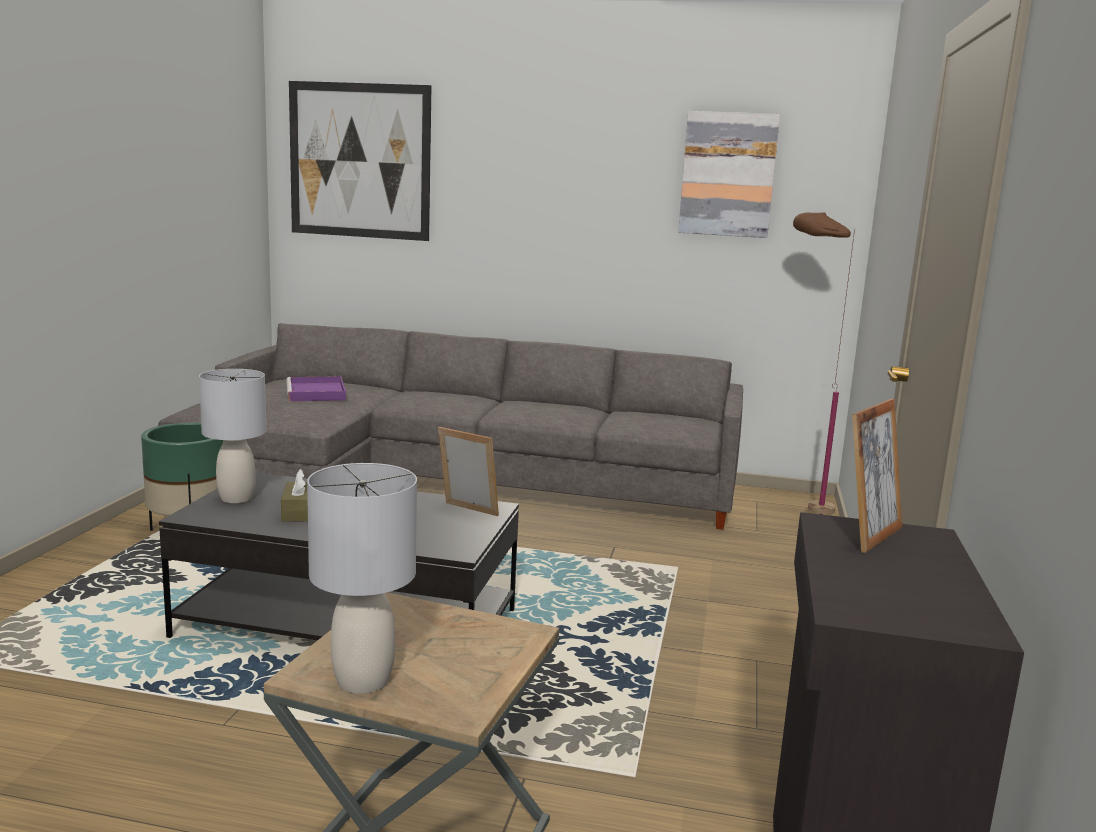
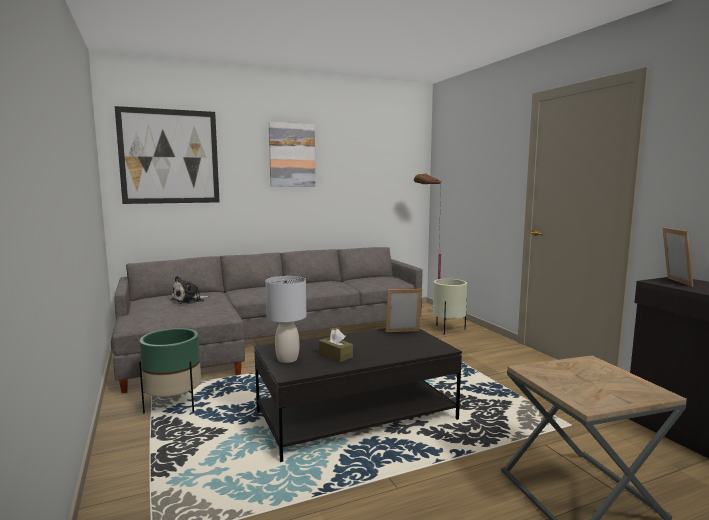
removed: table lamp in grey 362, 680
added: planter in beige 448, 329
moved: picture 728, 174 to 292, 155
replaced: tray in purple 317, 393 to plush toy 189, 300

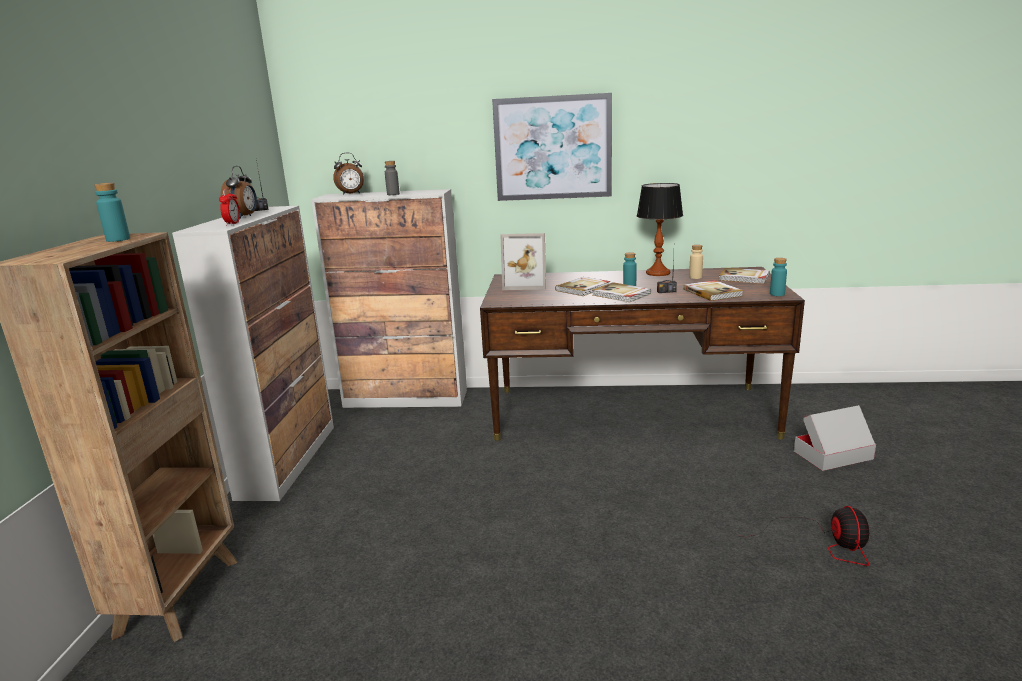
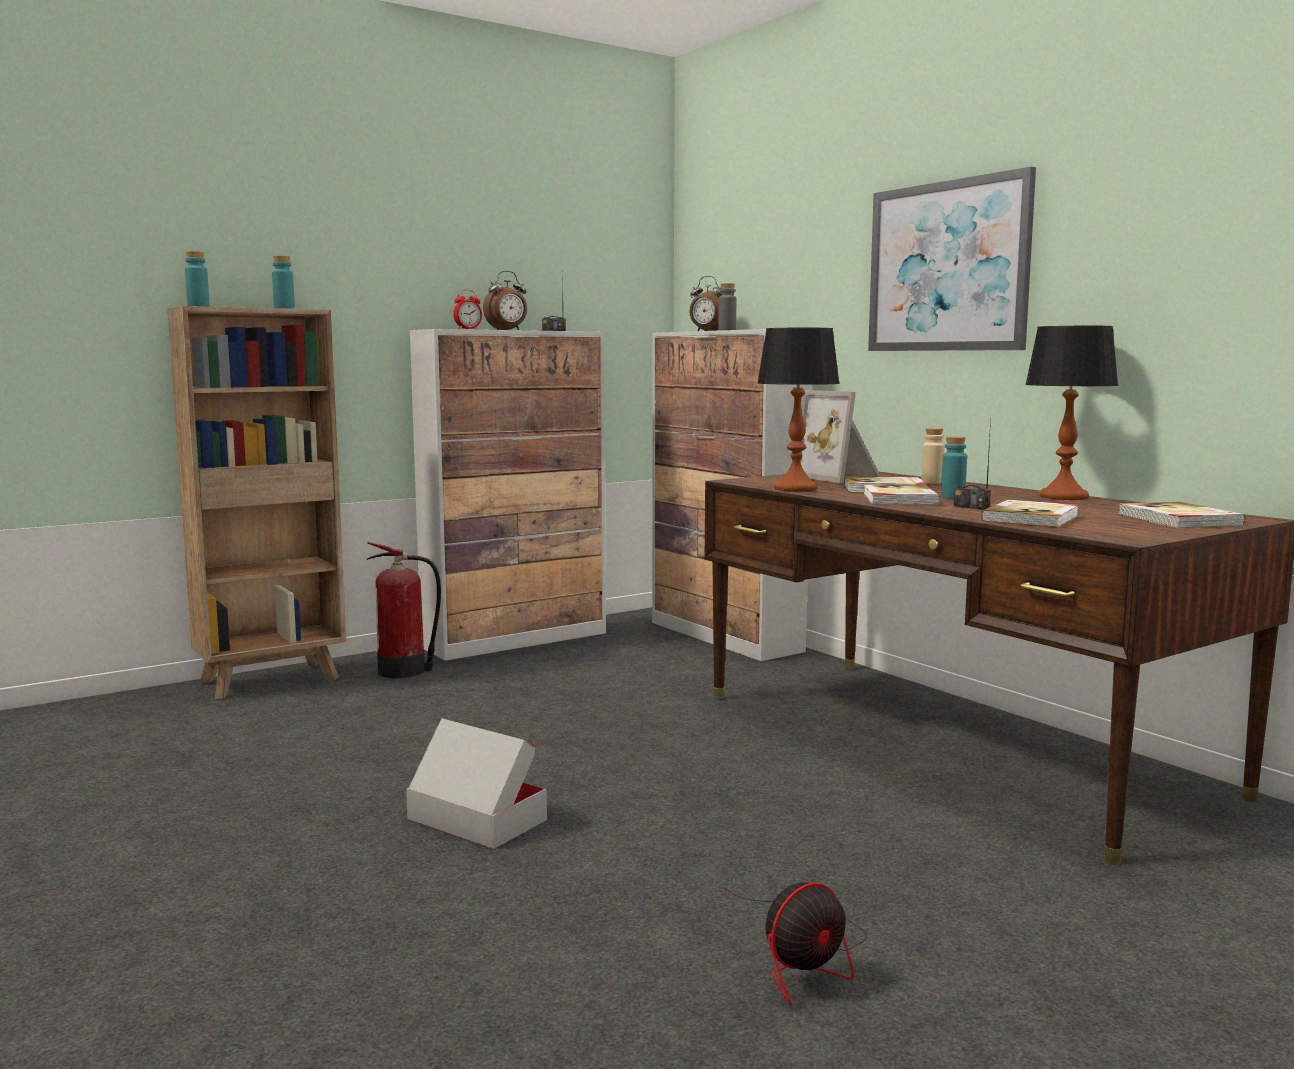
added: fire extinguisher 405, 671; table lamp 796, 489
moved: bottle in turquoise 777, 294 to 198, 306; cardboard box 833, 455 to 476, 819; bottle in beige 695, 277 to 932, 482

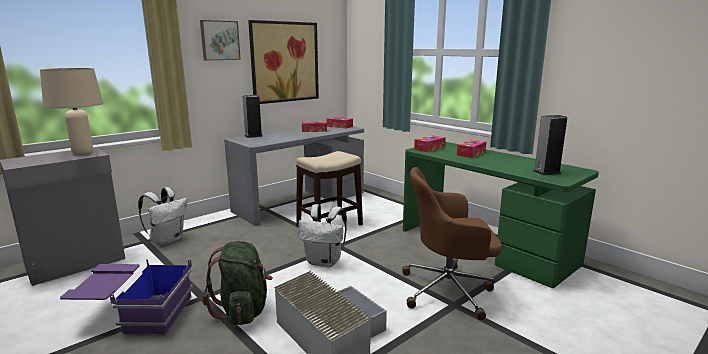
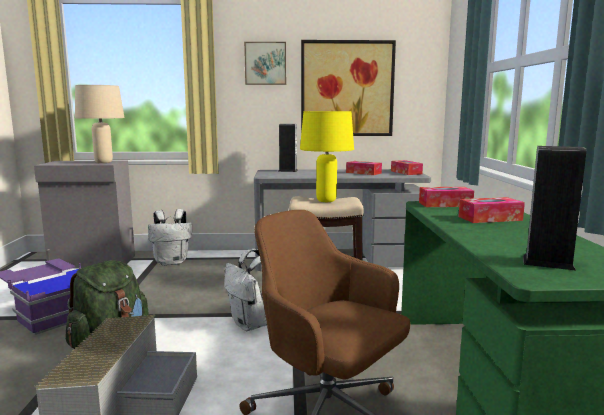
added: table lamp in yellow 325, 201

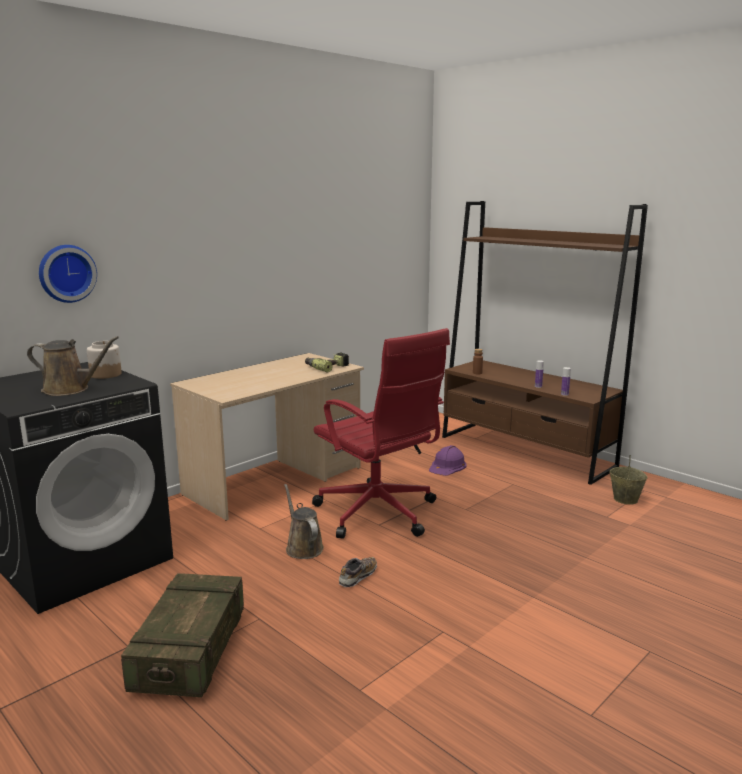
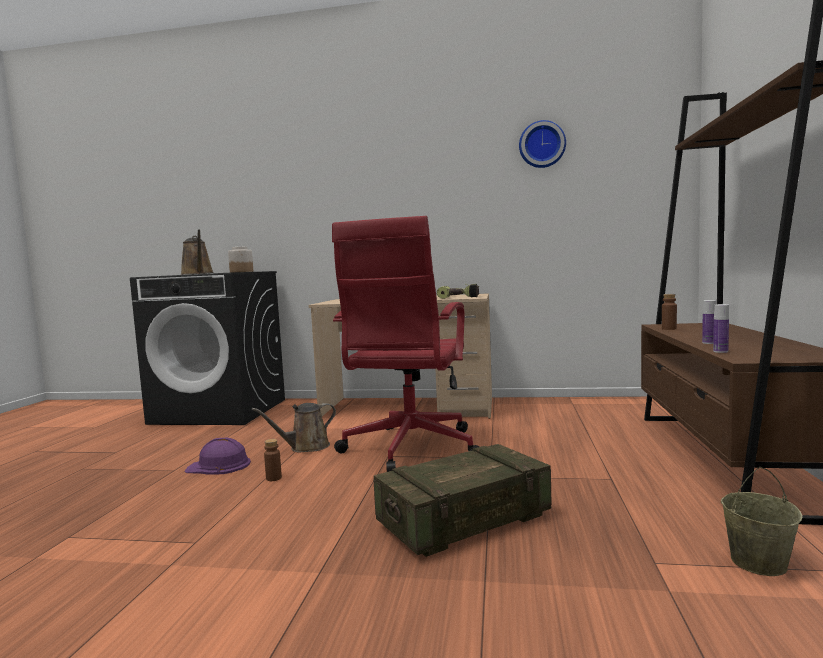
moved: hard hat in purple 447, 466 to 219, 466; crate 190, 652 to 464, 521; wall clock 66, 273 to 542, 145
replaced: shoe 357, 577 to bottle in brown 273, 478
turned: watering can in brown 303, 547 = 306, 447 150 degrees counterclockwise

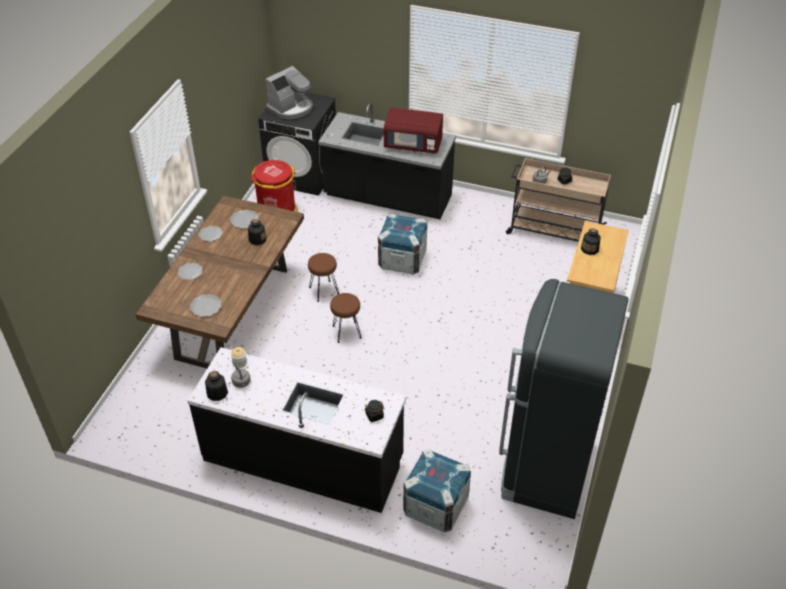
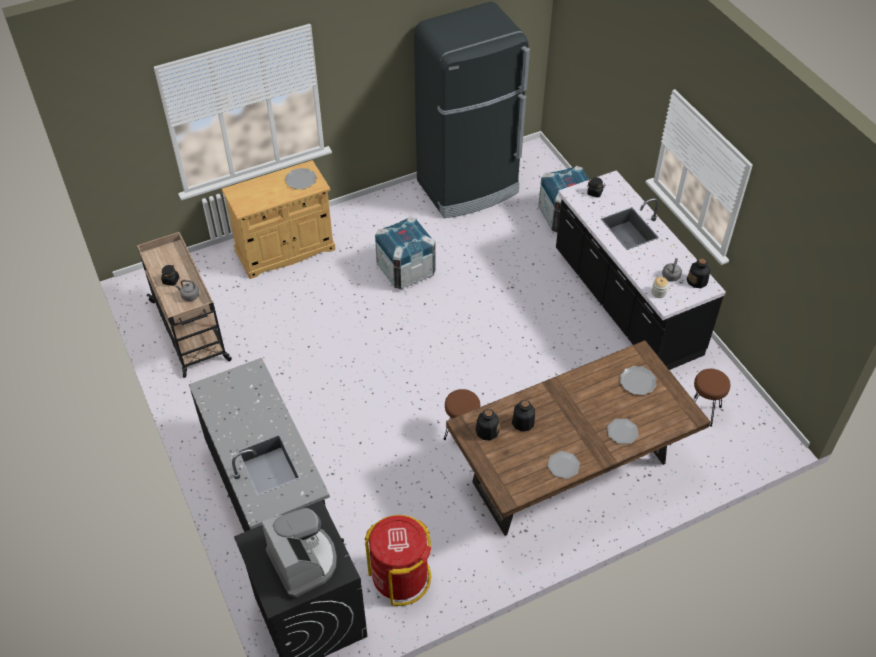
removed: microwave in red 413, 144
moved: plate 244, 220 to 301, 180; crate 402, 260 to 406, 270; bottle 590, 249 to 487, 431; stool in brown 346, 332 to 703, 411
turned: coffee machine 291, 108 = 303, 561 60 degrees clockwise

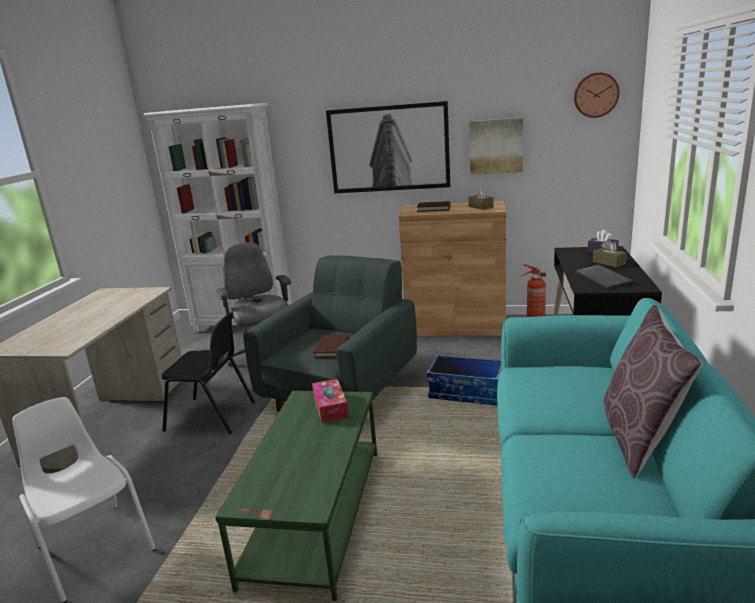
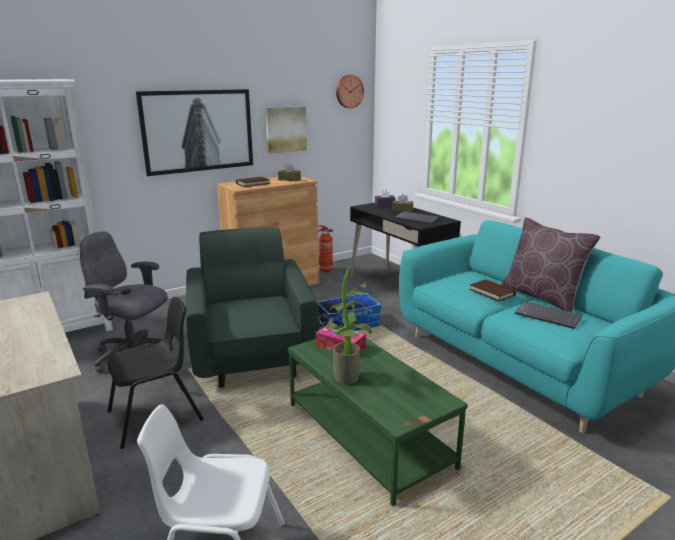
added: potted plant 349, 379; keyboard 548, 316
moved: book in brown 332, 349 to 492, 292

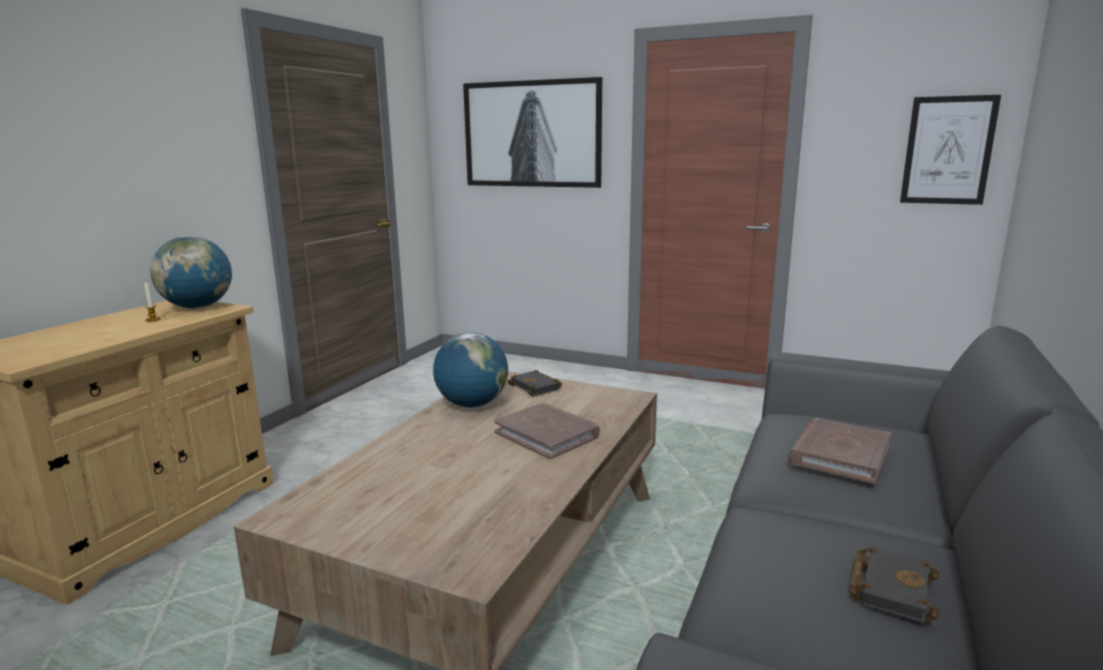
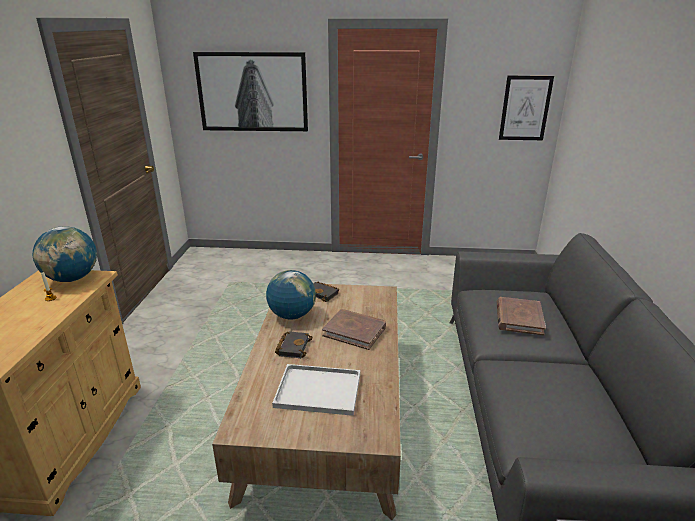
added: tray in white 320, 390
moved: book in black 889, 587 to 293, 346

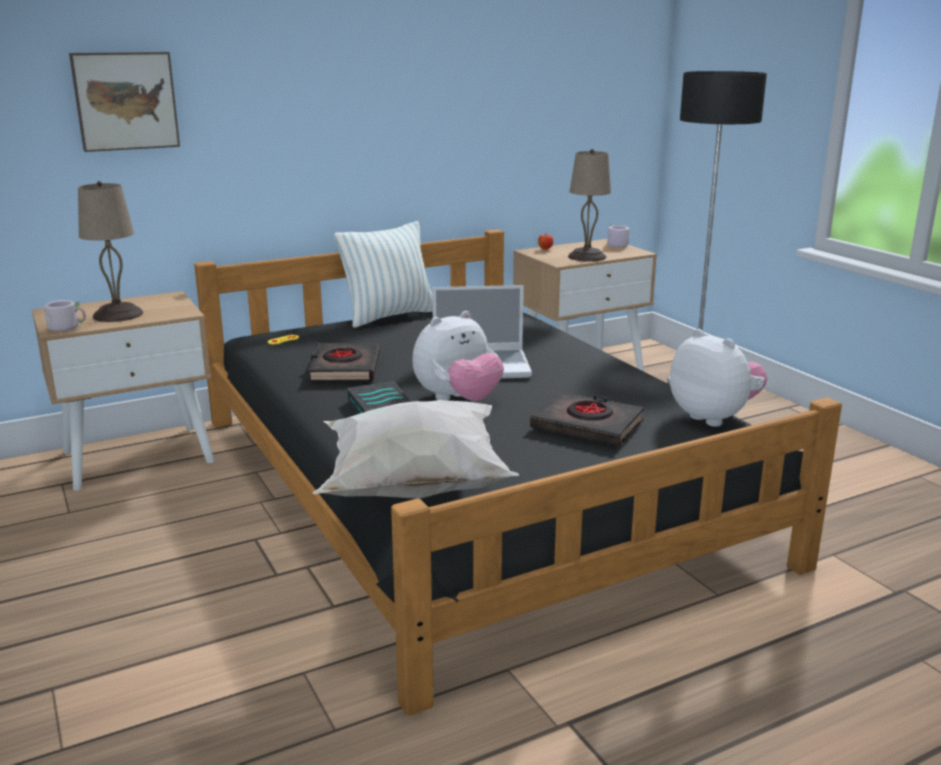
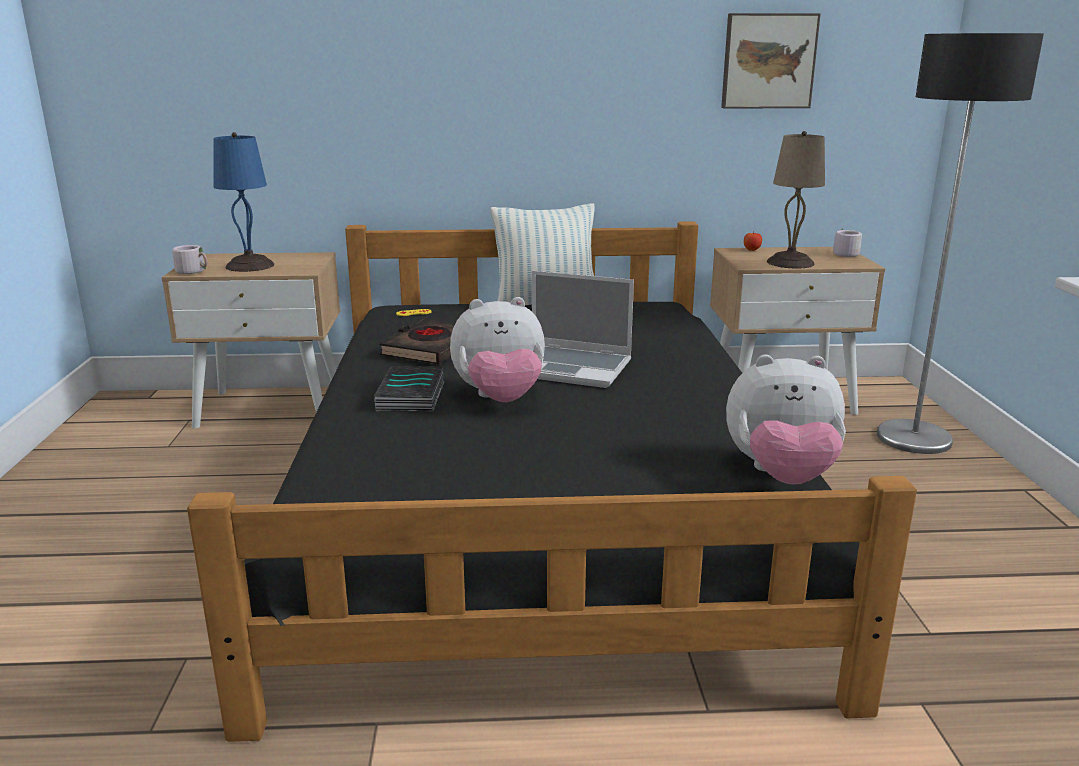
removed: pillow in white 413, 487; book in black 587, 426
moved: picture 125, 101 to 768, 61
recoloured: table lamp in beige 117, 314 to table lamp in blue 250, 265
turned: plush toy 714, 417 = 781, 475 105 degrees clockwise

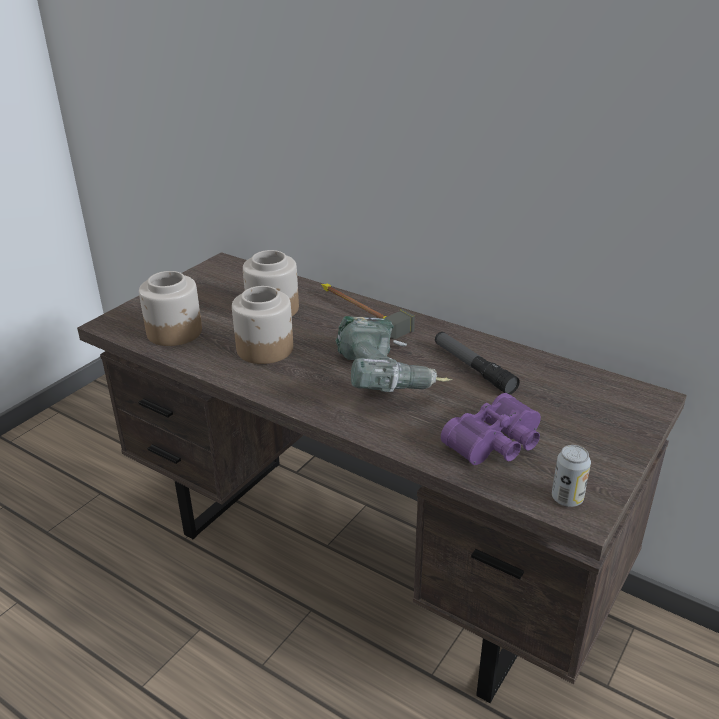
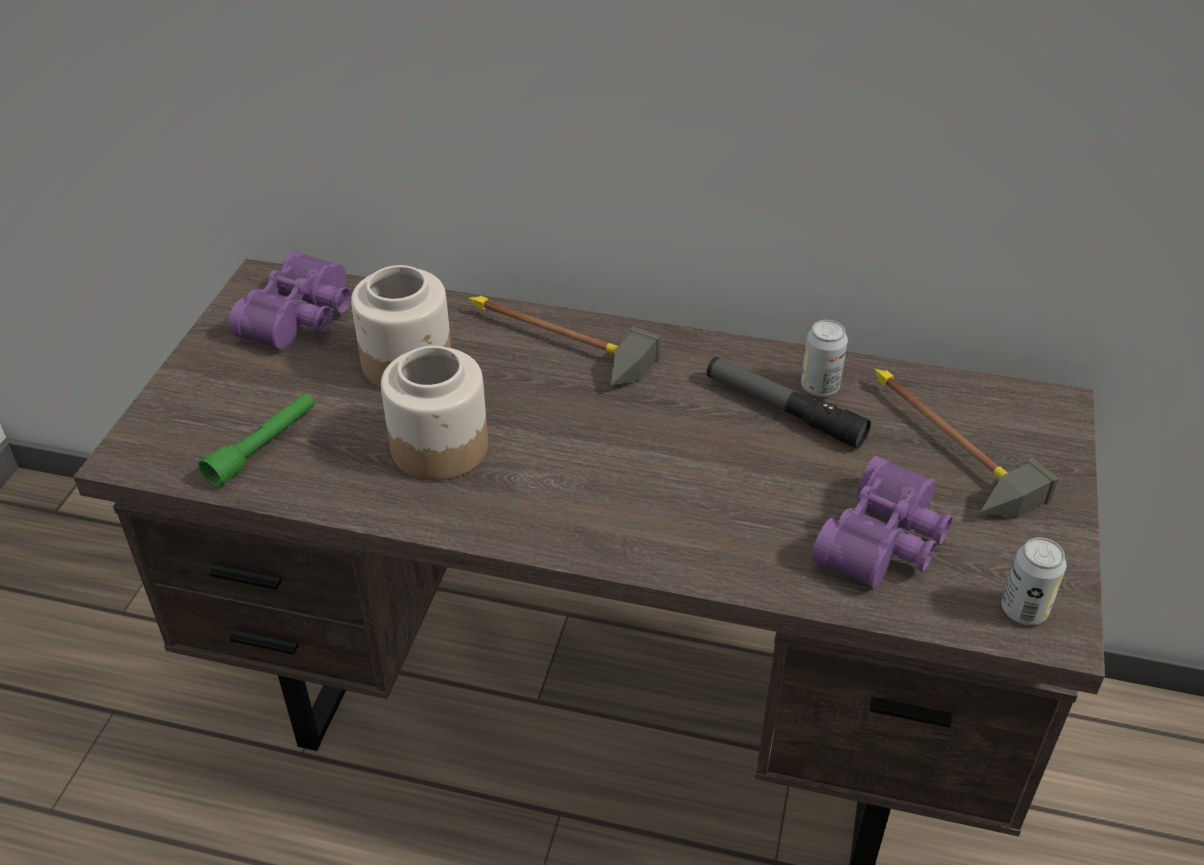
removed: power drill 386, 379
added: binoculars in purple 303, 318; can 819, 387; hammer 937, 447
replaced: jar 175, 332 to flashlight in green 263, 447

